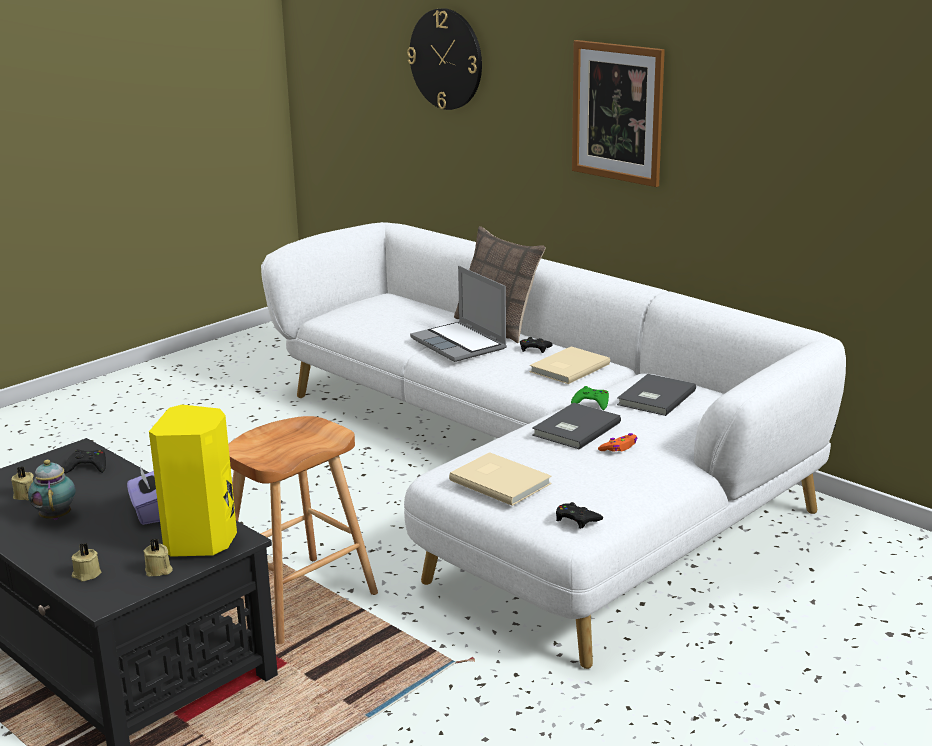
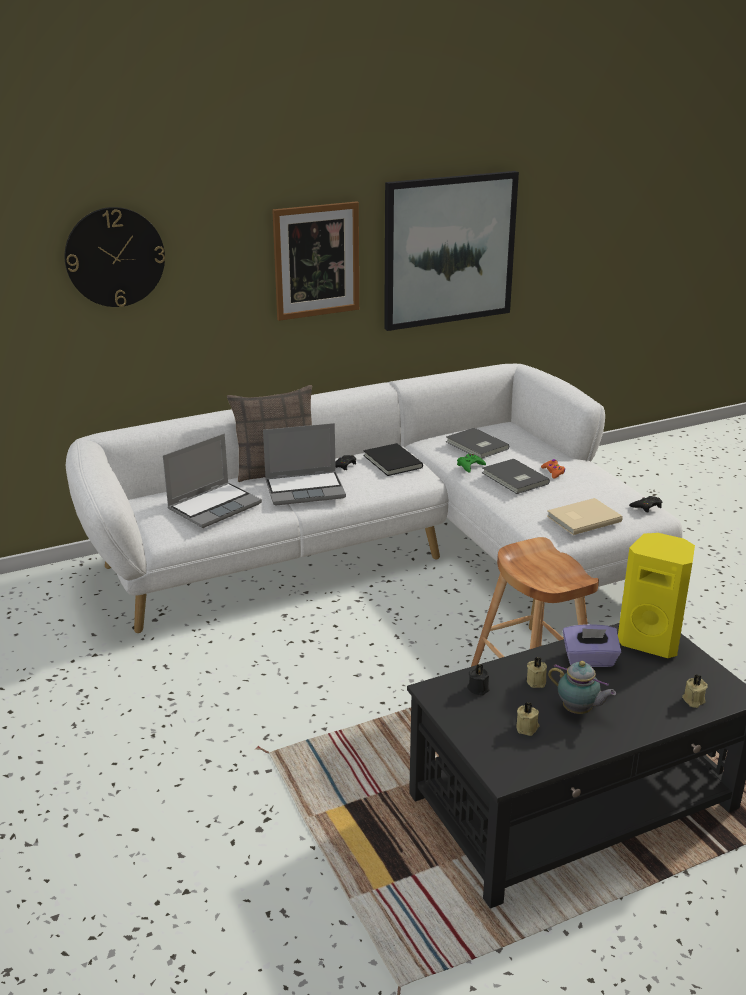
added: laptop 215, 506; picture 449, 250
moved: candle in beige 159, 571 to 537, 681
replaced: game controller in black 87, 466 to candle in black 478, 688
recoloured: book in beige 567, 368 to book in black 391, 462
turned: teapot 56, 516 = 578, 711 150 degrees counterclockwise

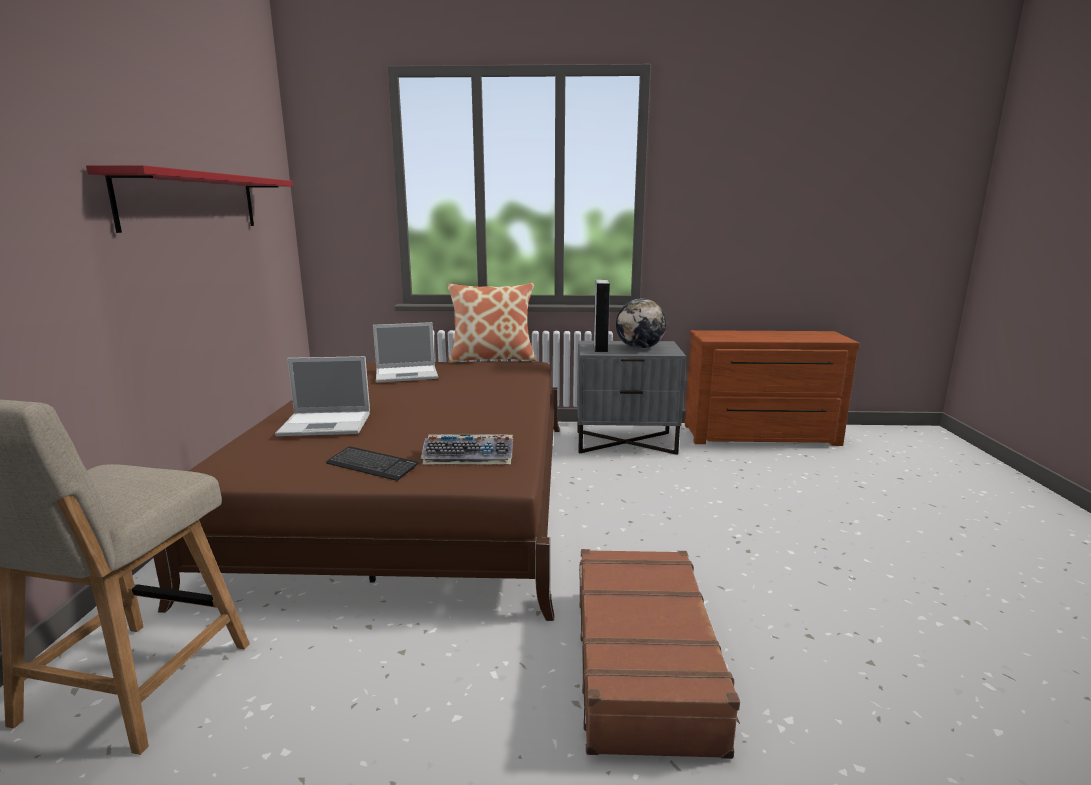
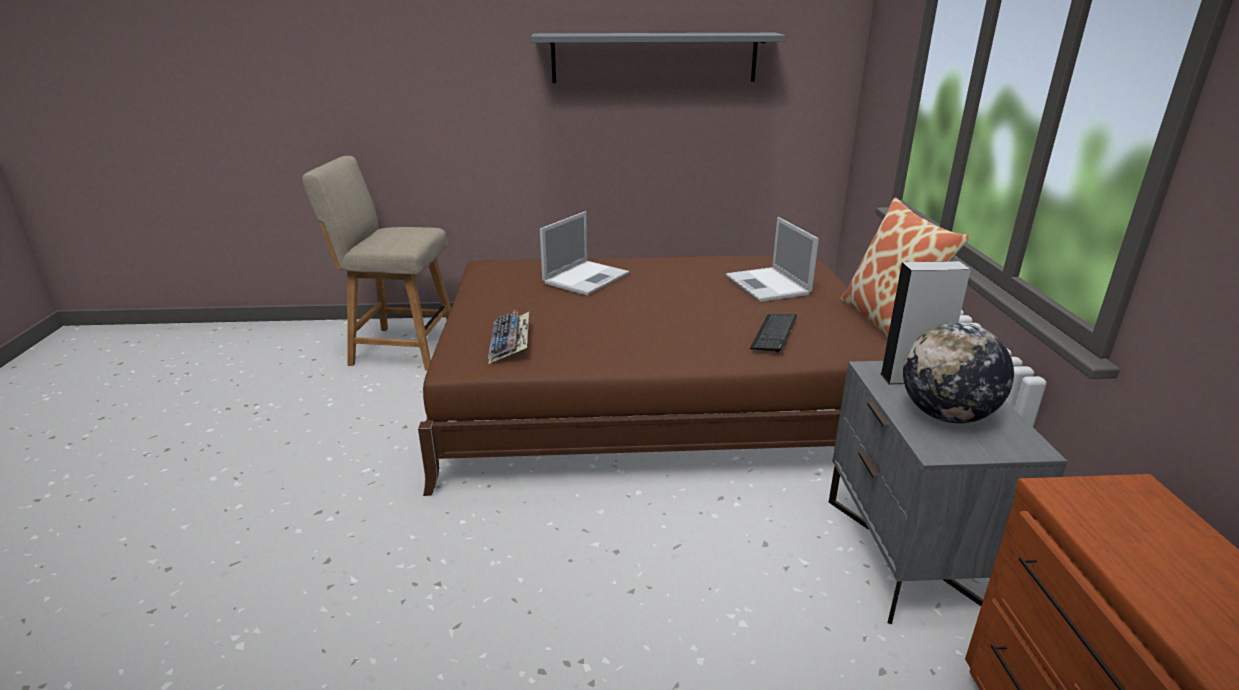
removed: suitcase in brown 645, 661
moved: keyboard 372, 465 to 774, 334
recoloured: shelf in red 192, 202 to shelf in grey 654, 57
turned: laptop 327, 424 = 587, 278 135 degrees counterclockwise

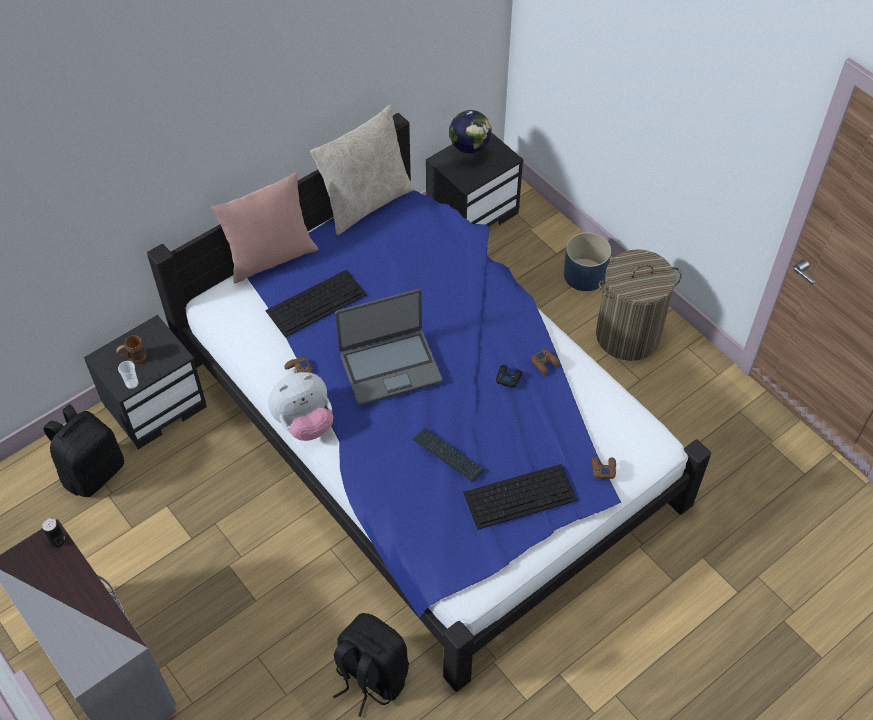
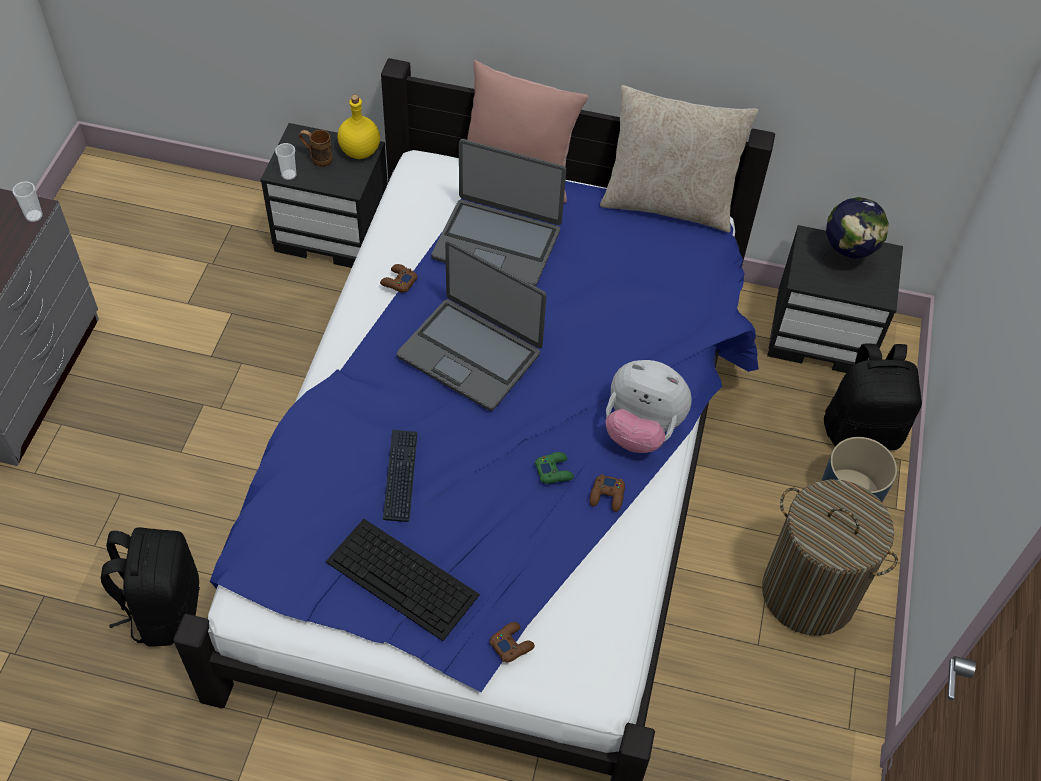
added: bottle in yellow 359, 151
moved: plush toy 304, 423 to 641, 429; backpack in black 93, 471 to 862, 430
replaced: can 58, 540 to cup 34, 216; keyboard 317, 302 to laptop 497, 243
recoloured: game controller in black 508, 377 to game controller in green 554, 471

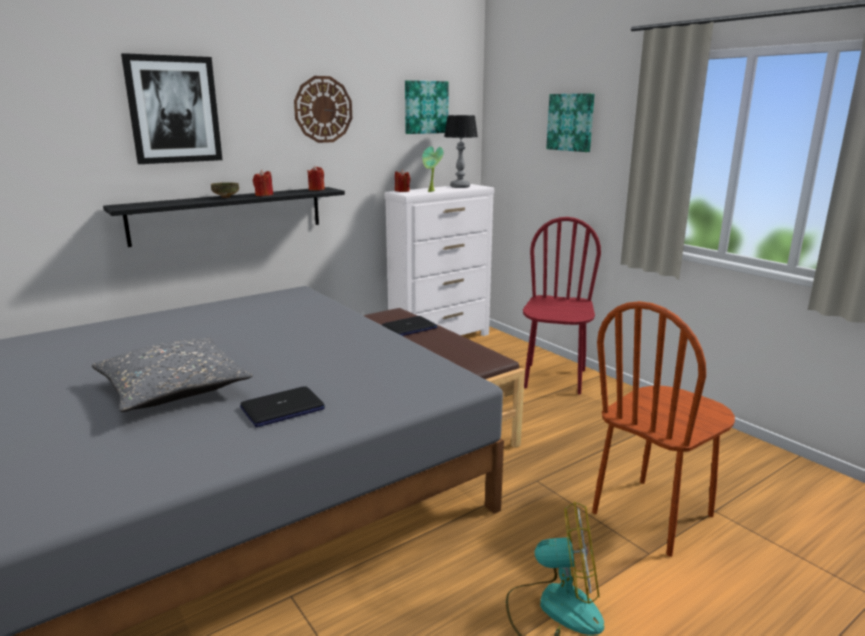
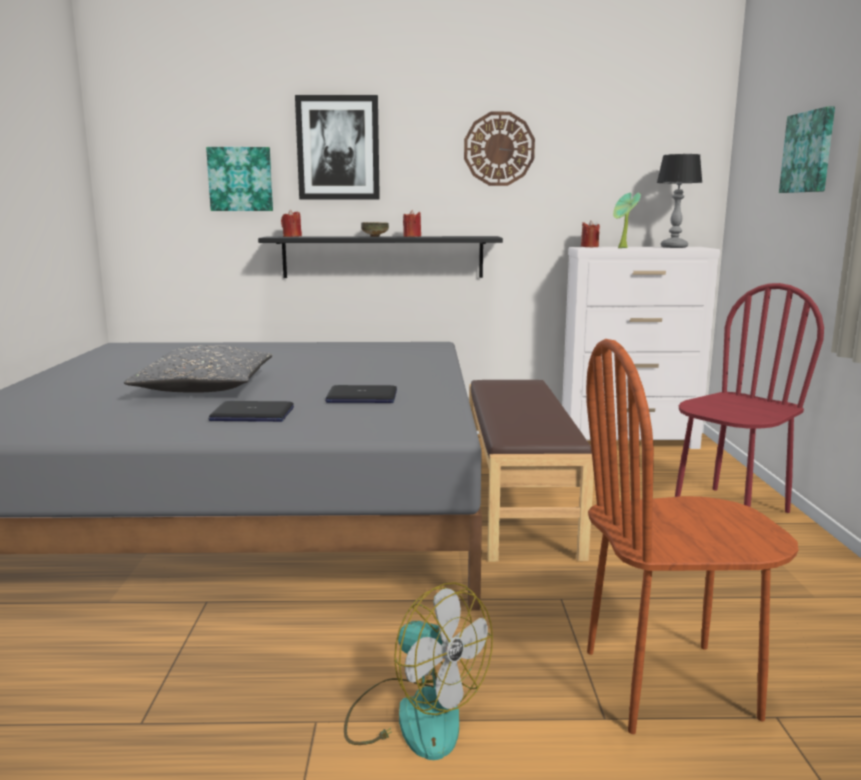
moved: picture 425, 107 to 240, 179; candle in red 316, 189 to 292, 236; laptop 409, 328 to 361, 397

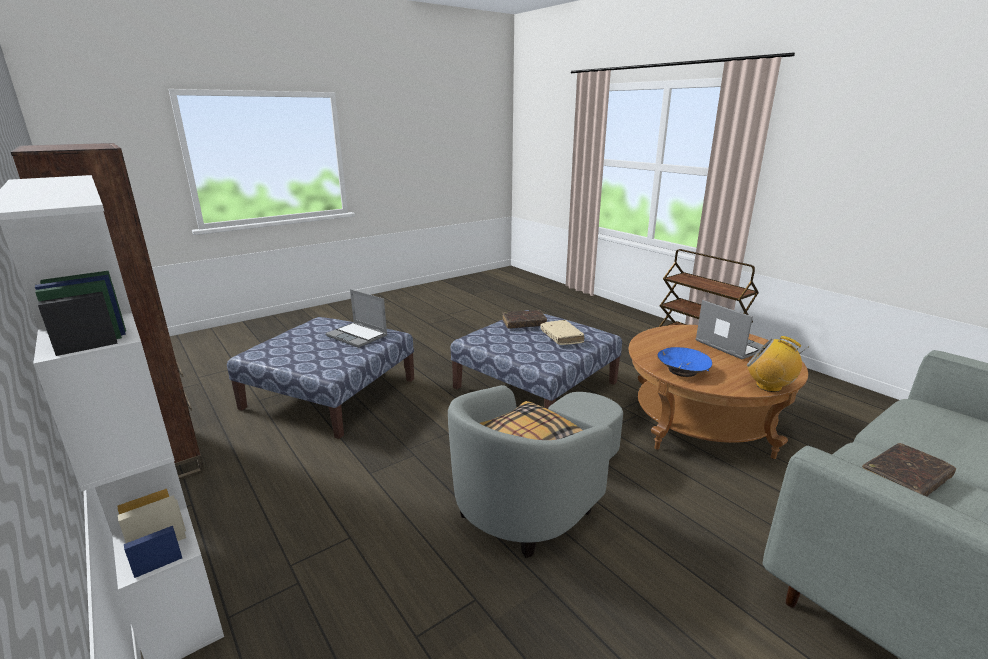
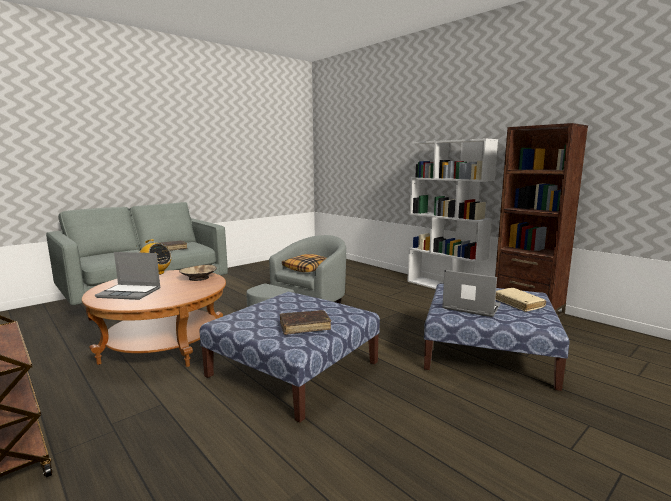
moved: book in beige 561, 337 to 518, 304
recoloured: bowl in blue 682, 370 to bowl in beige 199, 278
turned: laptop 729, 345 = 130, 293 45 degrees counterclockwise

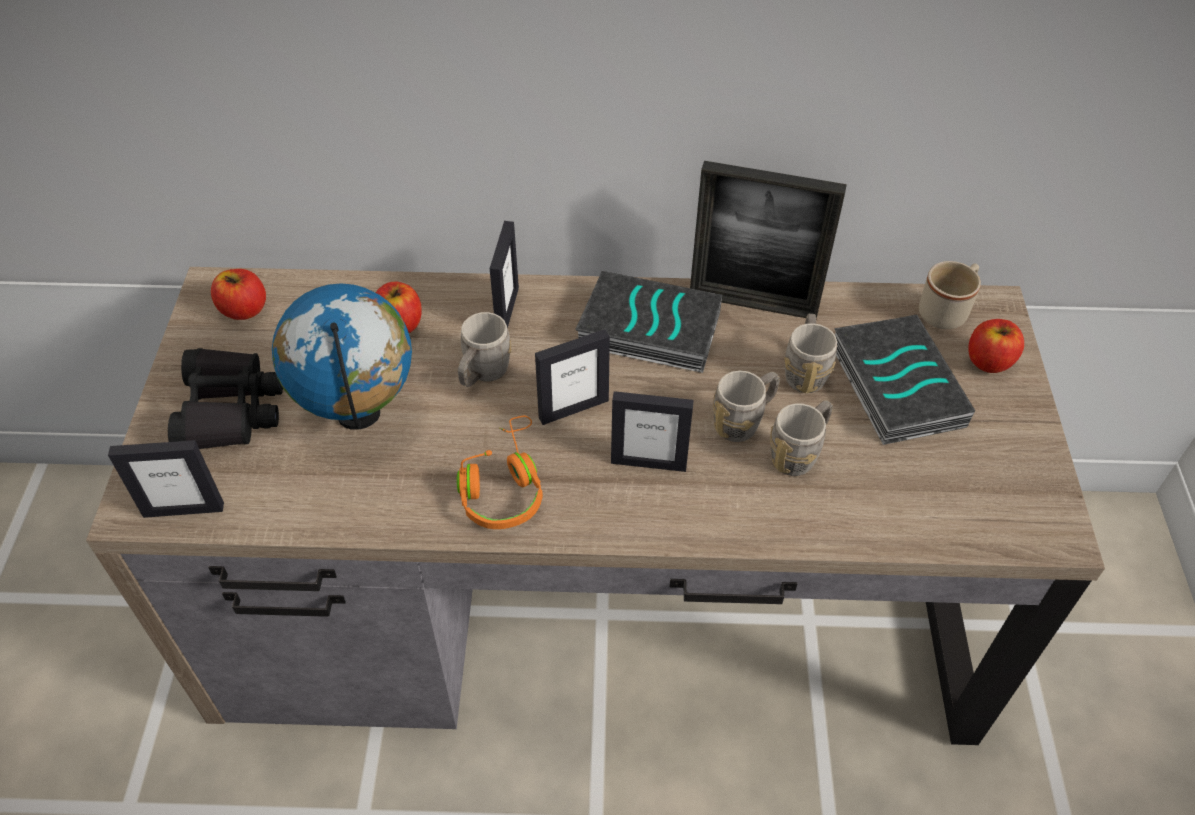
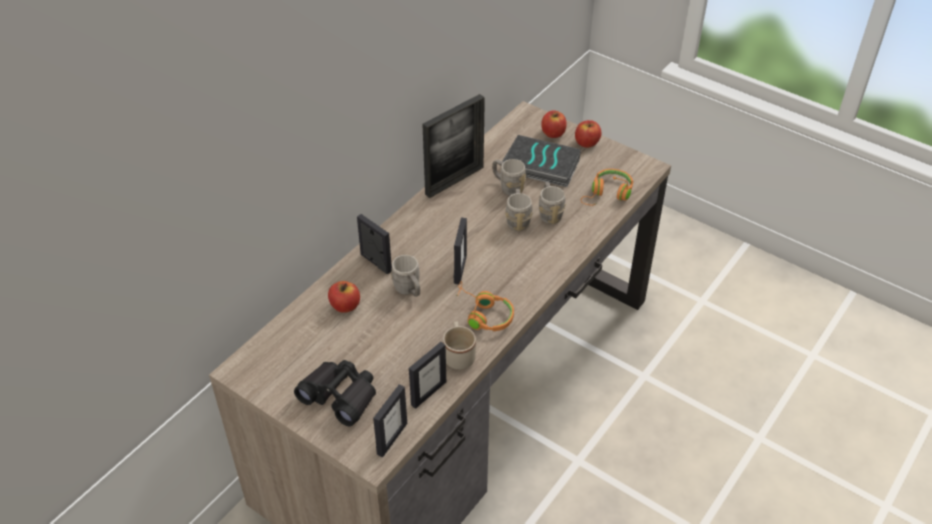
removed: globe 360, 415; book 647, 331
added: headphones in orange 607, 194
moved: picture frame 648, 462 to 428, 393; mug in beige 947, 310 to 459, 355; apple 244, 310 to 586, 143

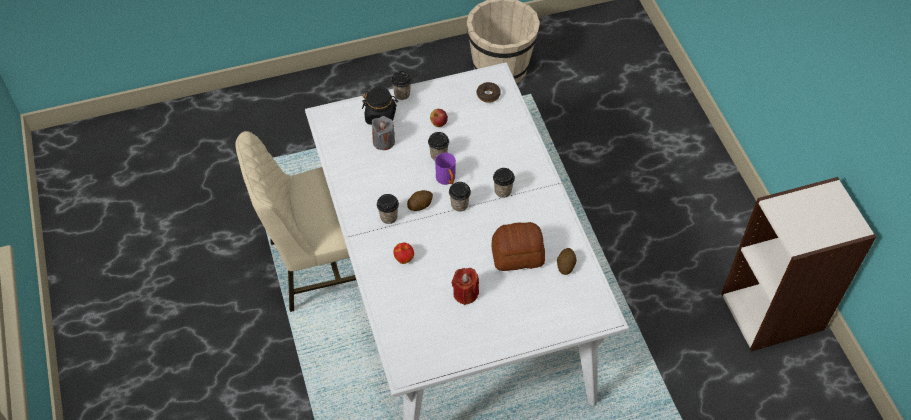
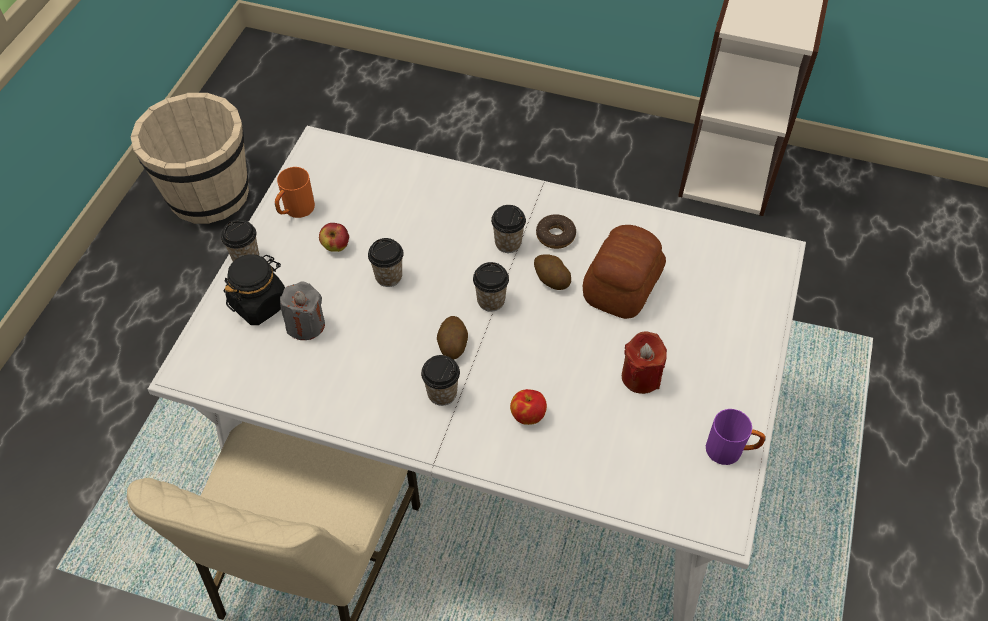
added: mug in orange 295, 211
moved: potato 565, 265 to 551, 279; donut 488, 95 to 555, 235; mug in purple 447, 180 to 731, 450

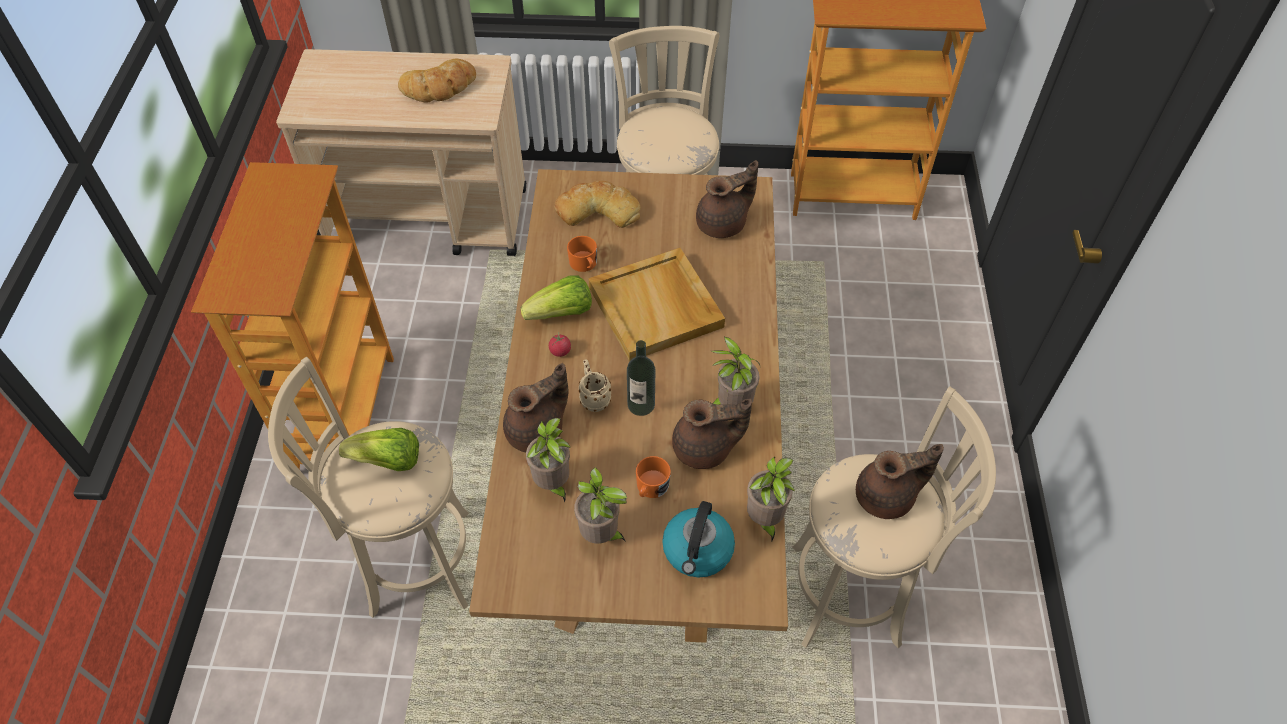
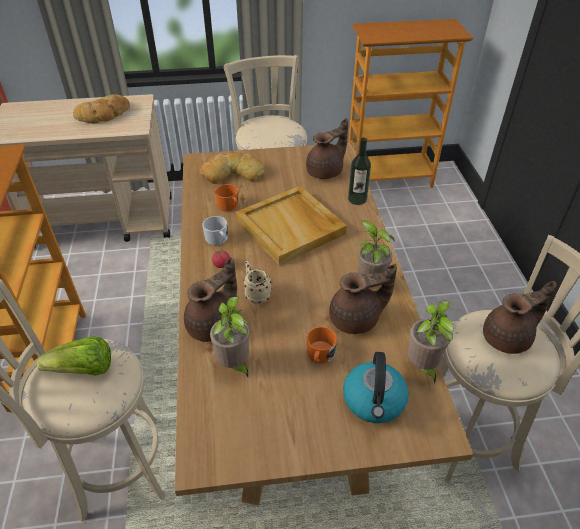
removed: potted plant 601, 535
moved: bottle 641, 404 to 357, 199
replaced: lettuce 561, 313 to mug in white 218, 239

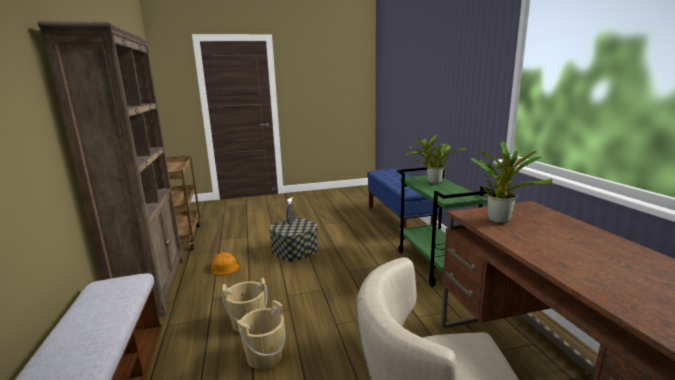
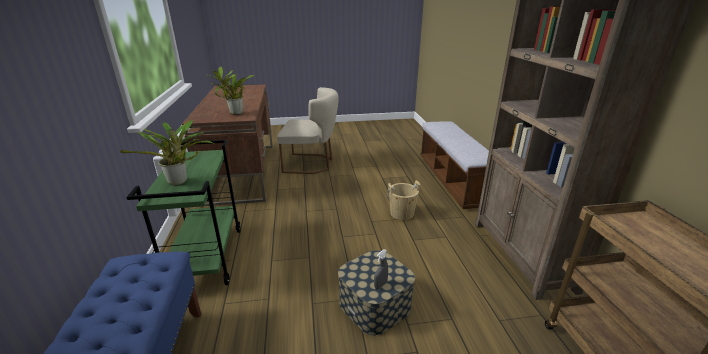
removed: hard hat in orange 224, 267; bucket in beige 264, 356

